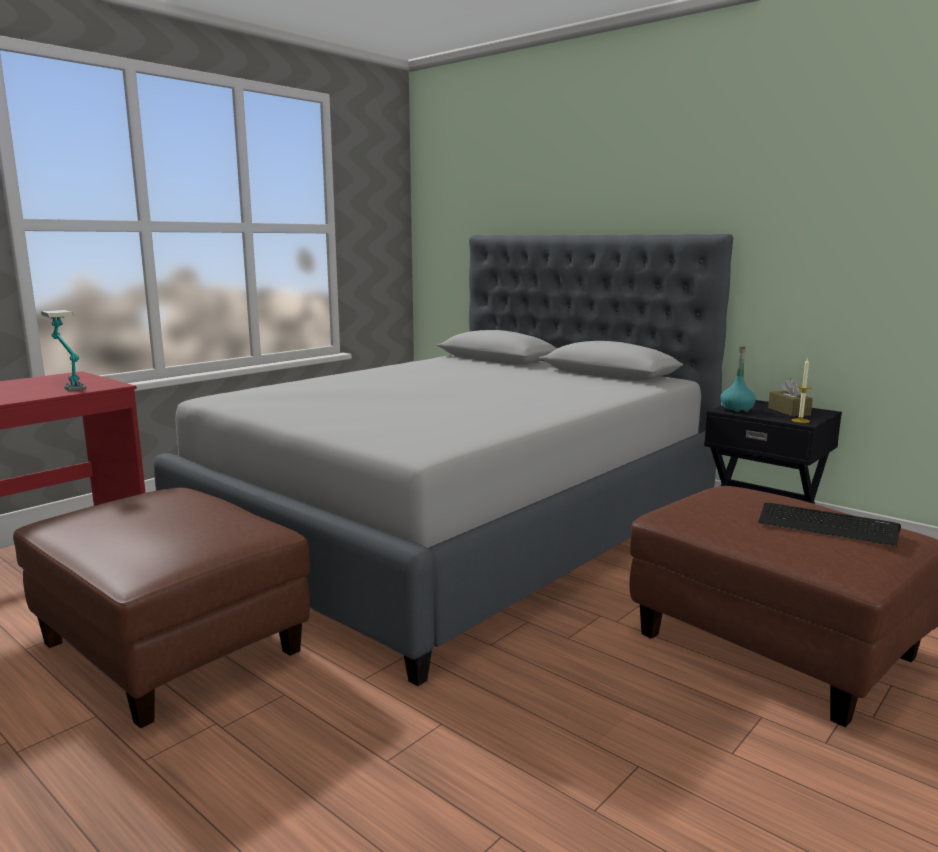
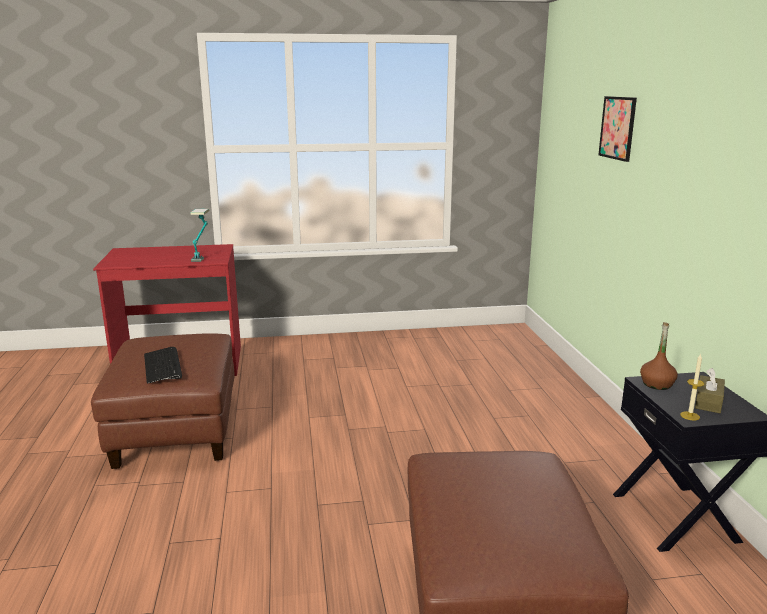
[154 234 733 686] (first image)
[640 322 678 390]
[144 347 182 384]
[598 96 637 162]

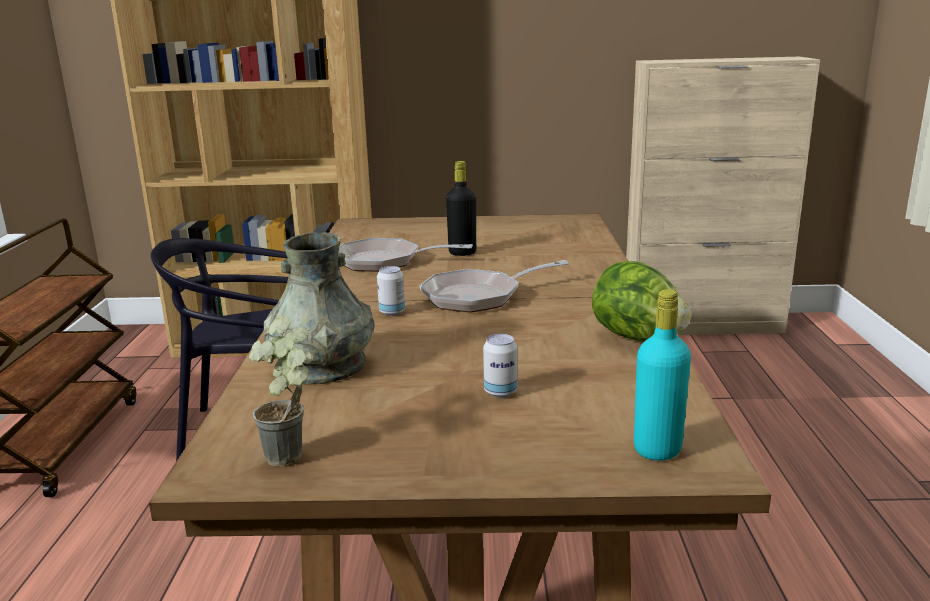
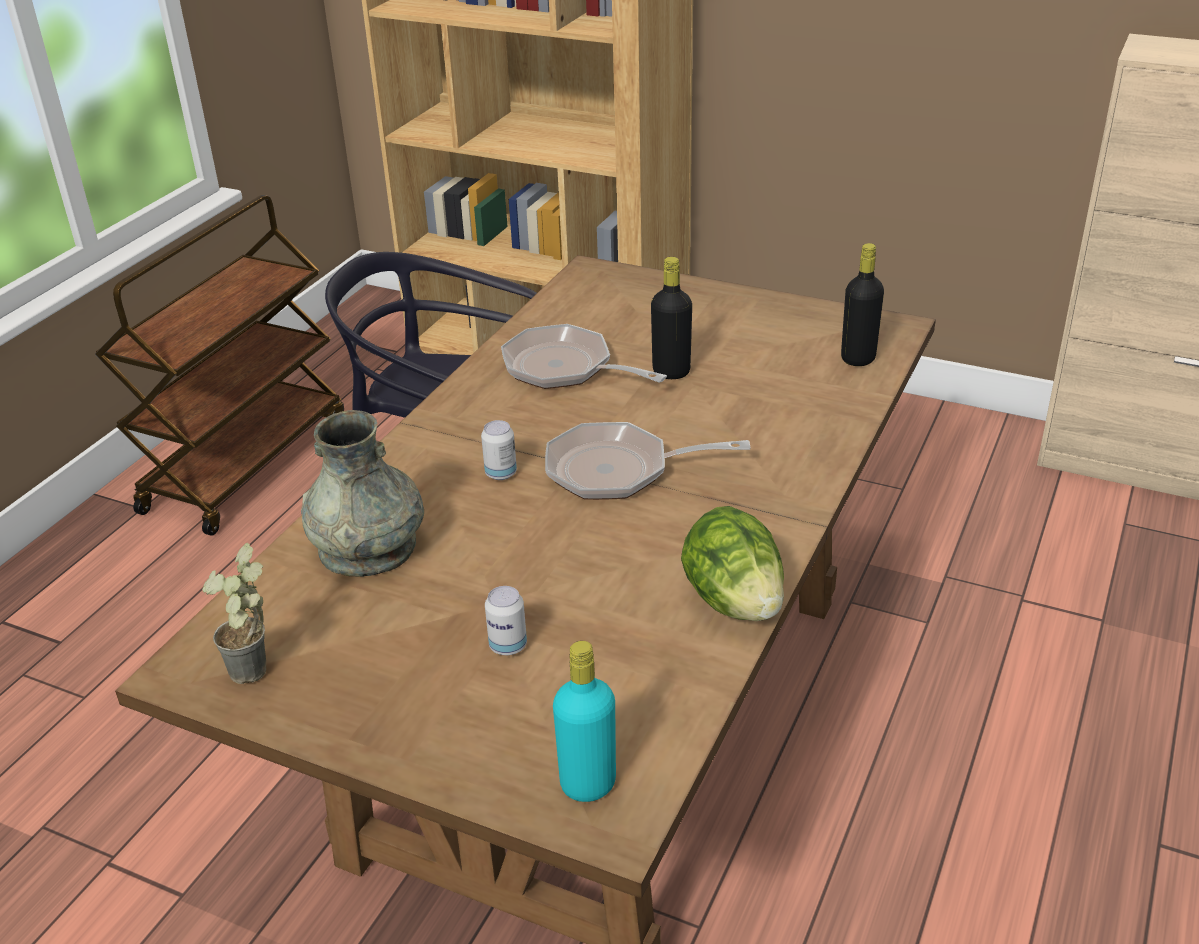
[841 243 884 366]

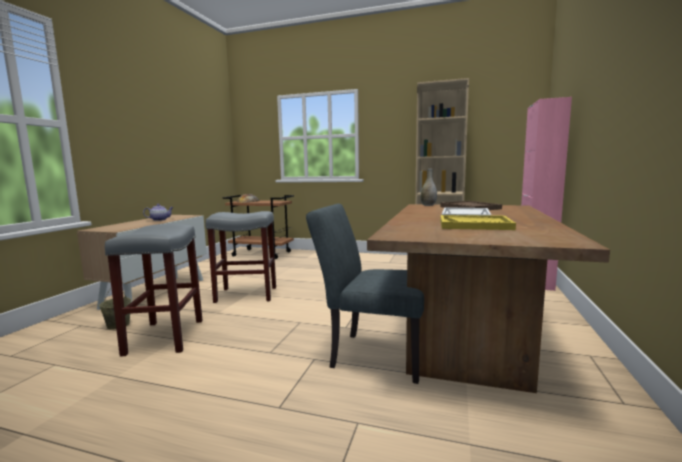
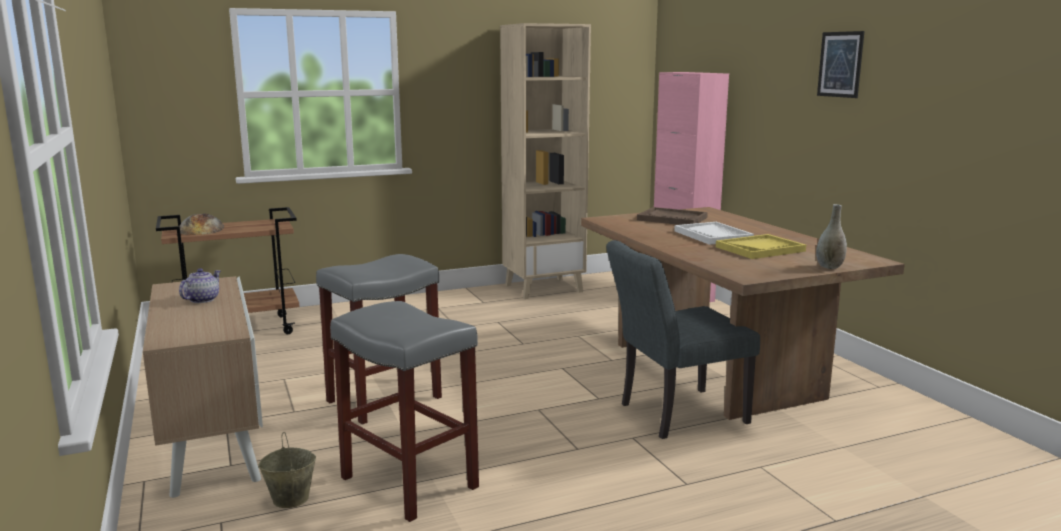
[816 204 847 269]
[817 31 864 98]

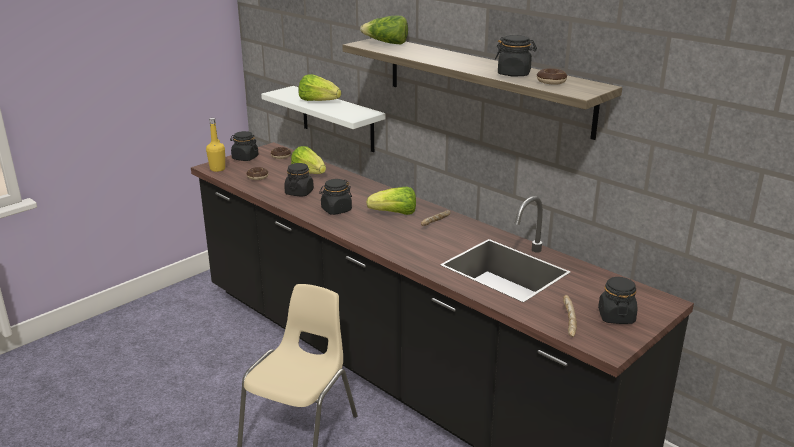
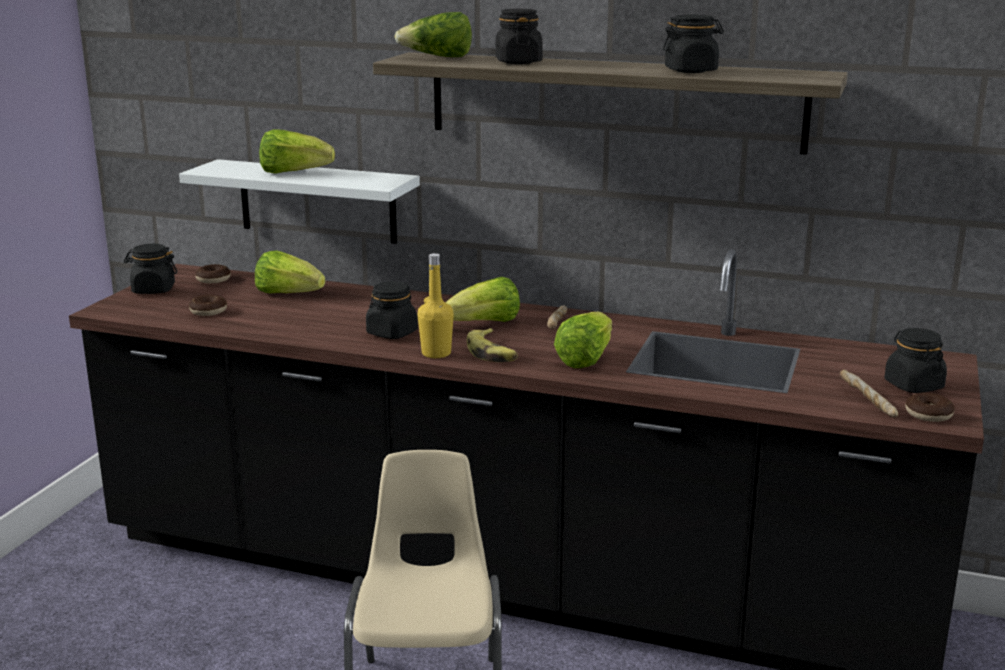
[905 393 955 422]
[418 253 454 358]
[496 9 543 64]
[554 312 612 368]
[467 328 518 362]

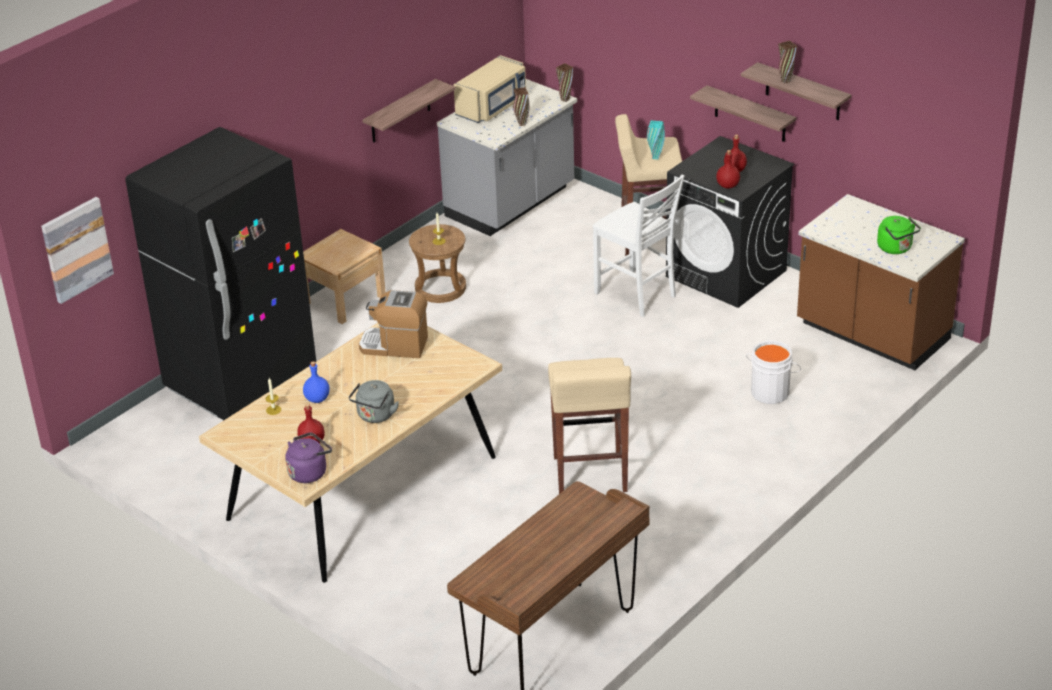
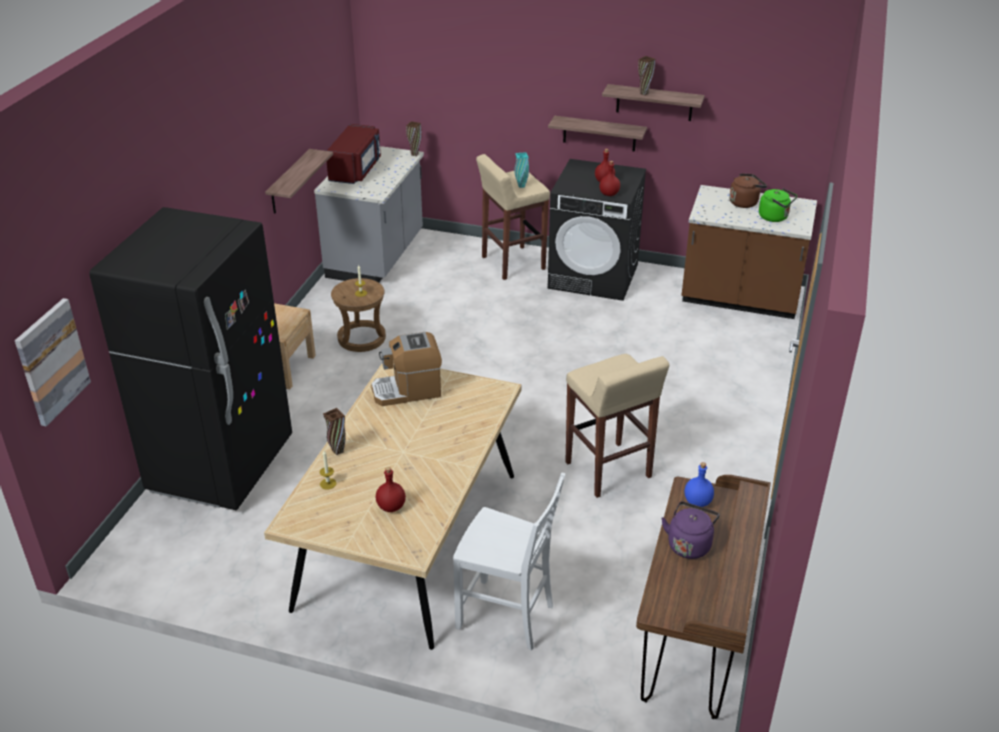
[327 124 381 184]
[323 408 346 455]
[453 472 565 650]
[746 341 801 404] (first image)
[685 462 714 507]
[349 380 399 423] (first image)
[661 501 720 559]
[729 173 767 208]

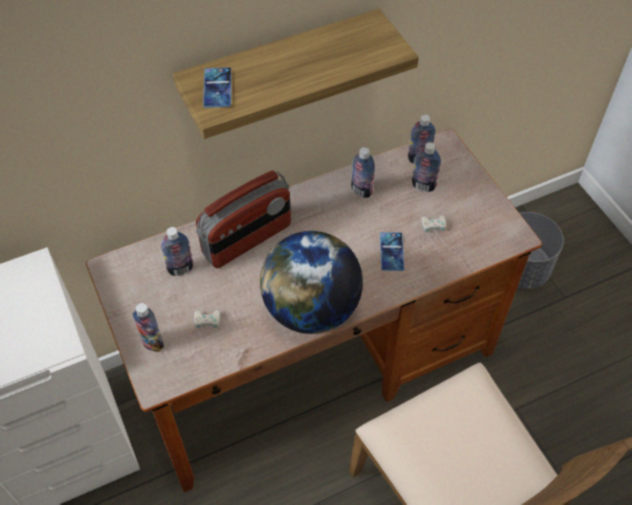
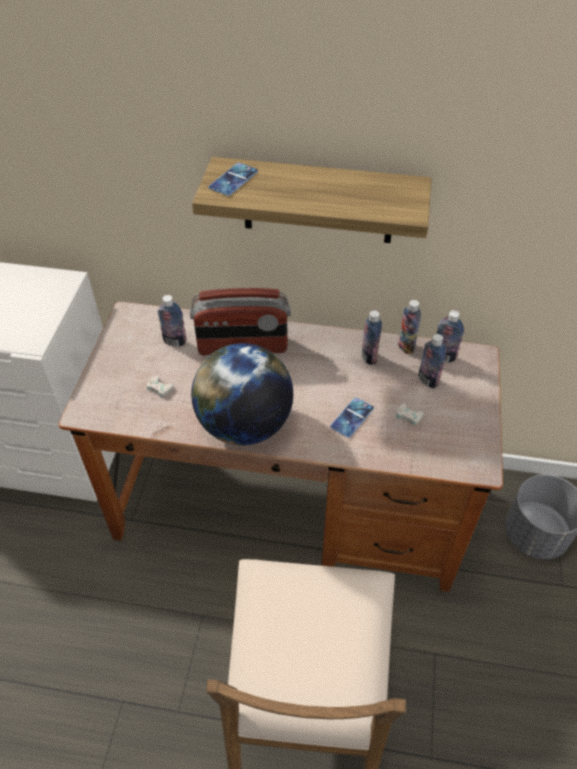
[398 300 421 354]

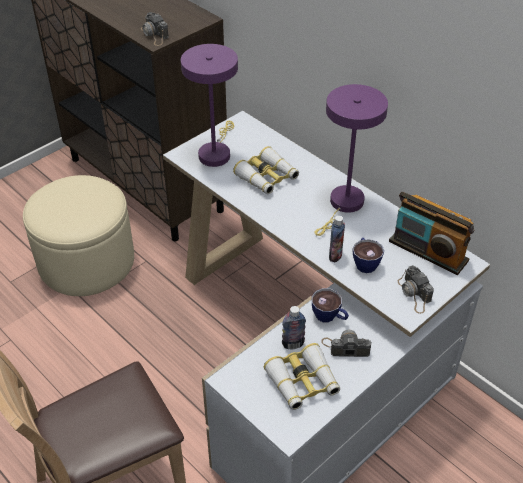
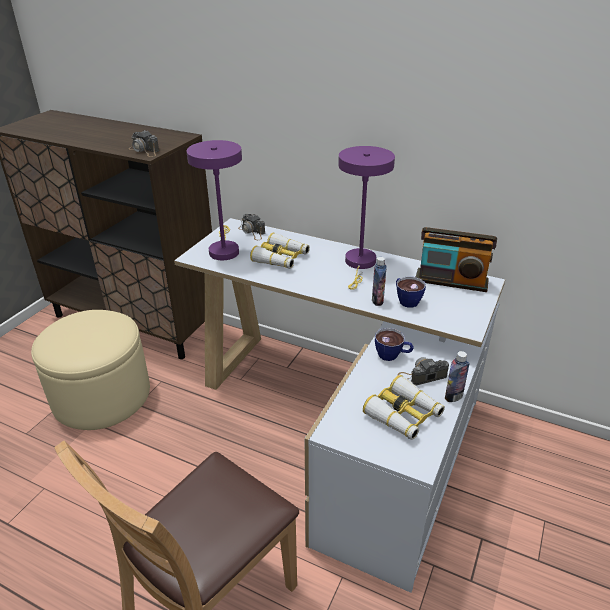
[238 214 265 240]
[445 351 470 402]

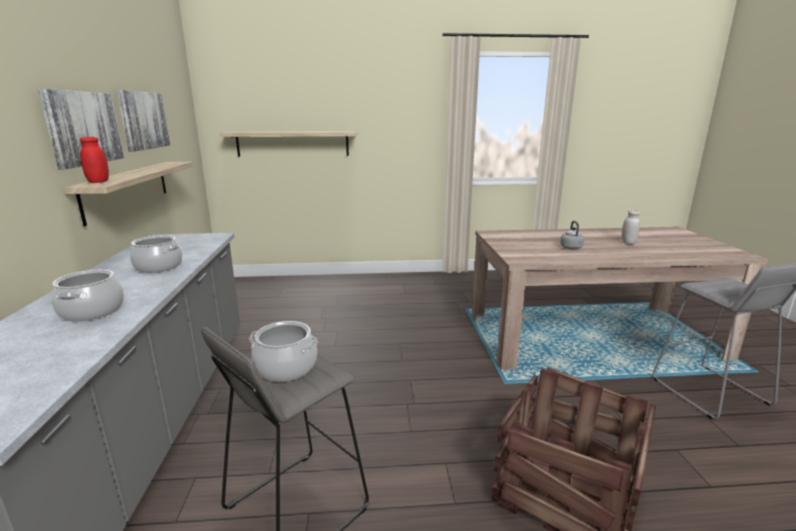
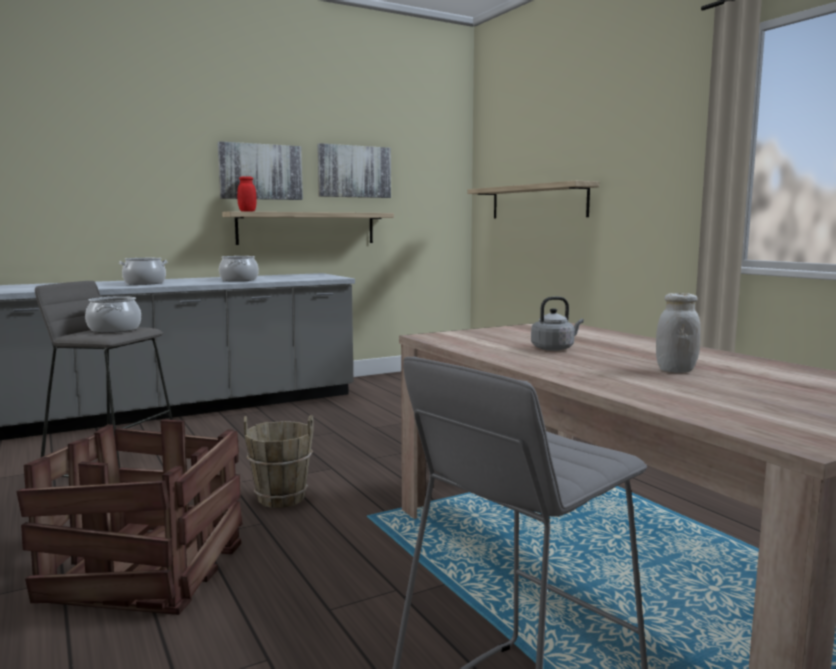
[244 415 314 508]

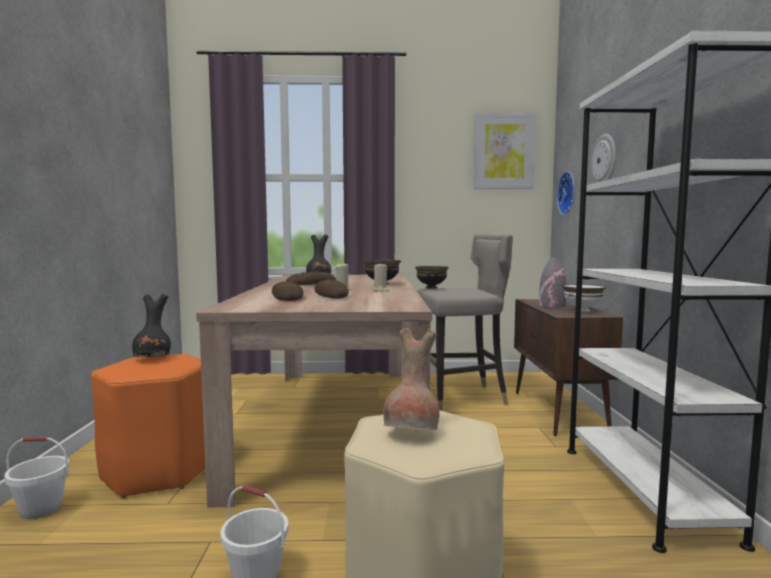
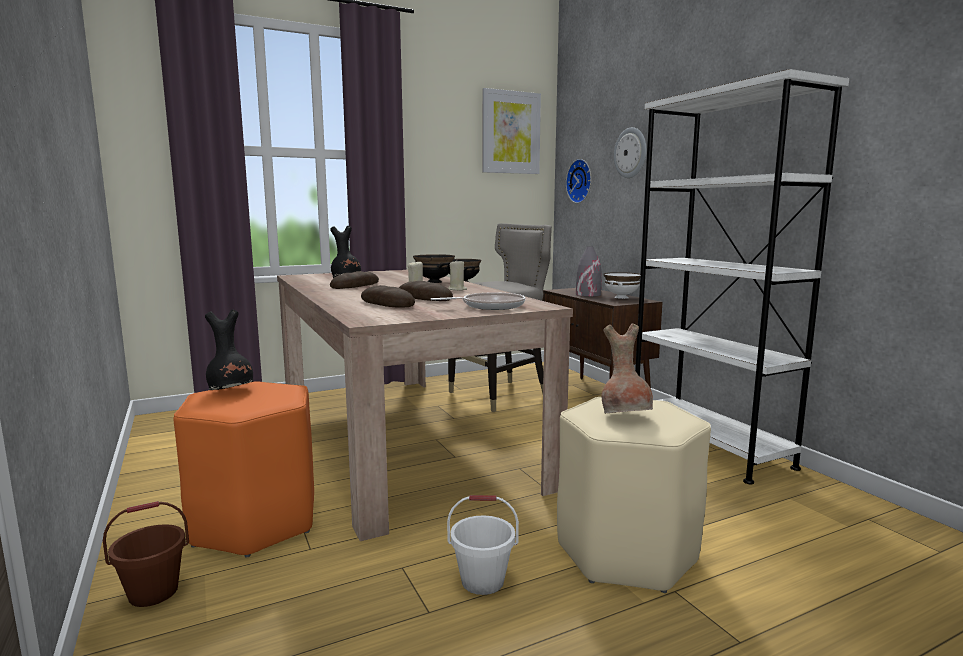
[103 501 189 607]
[431 293 526 310]

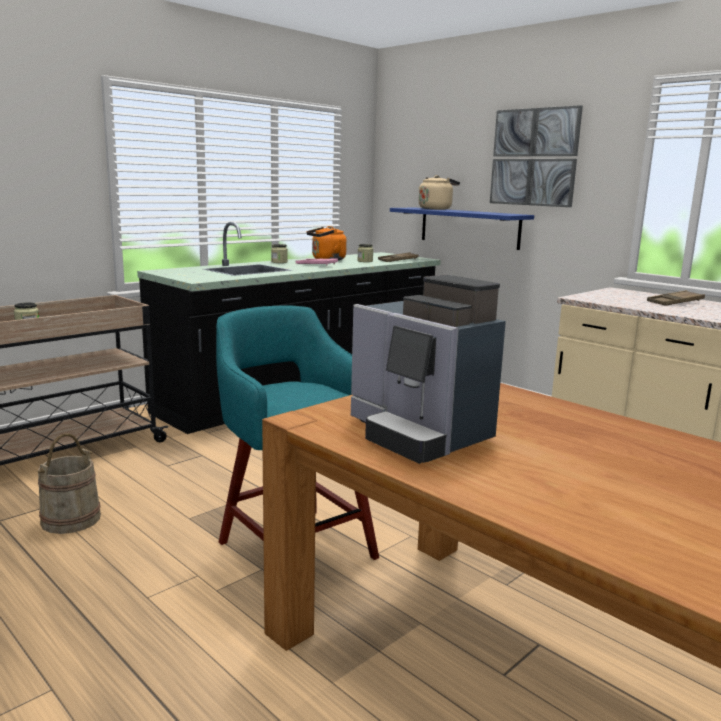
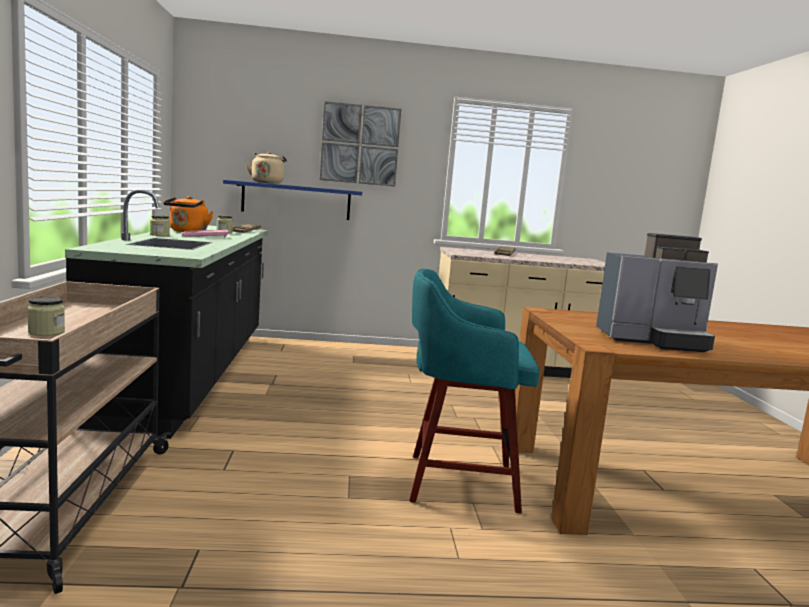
[38 433 101 534] (first image)

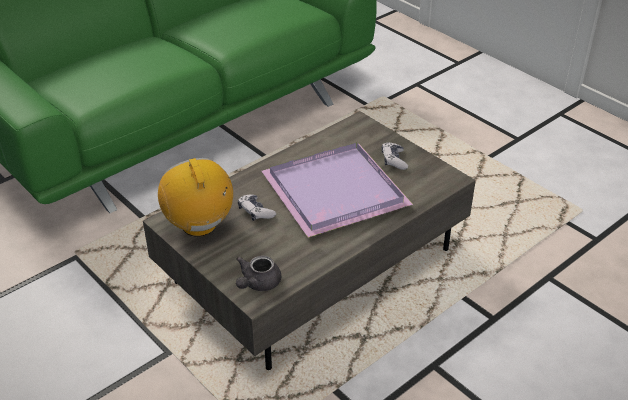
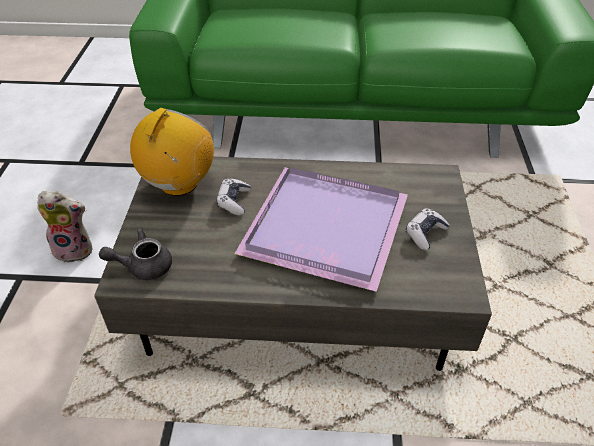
[37 191 93 263]

